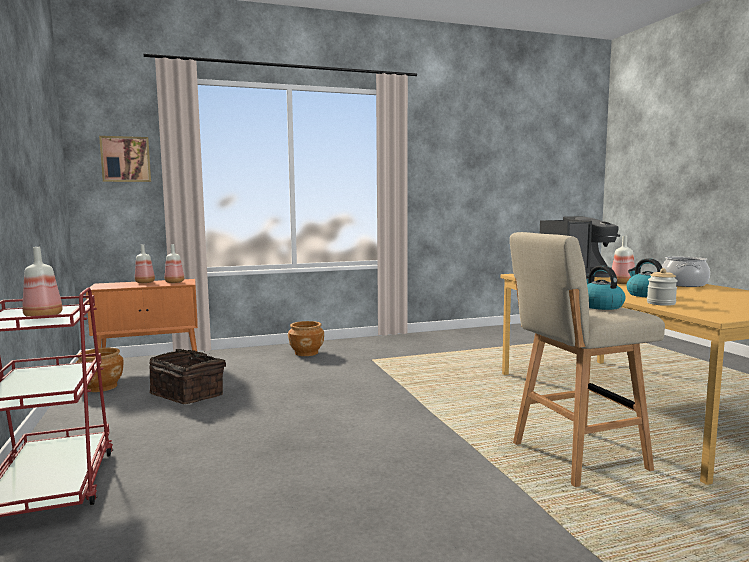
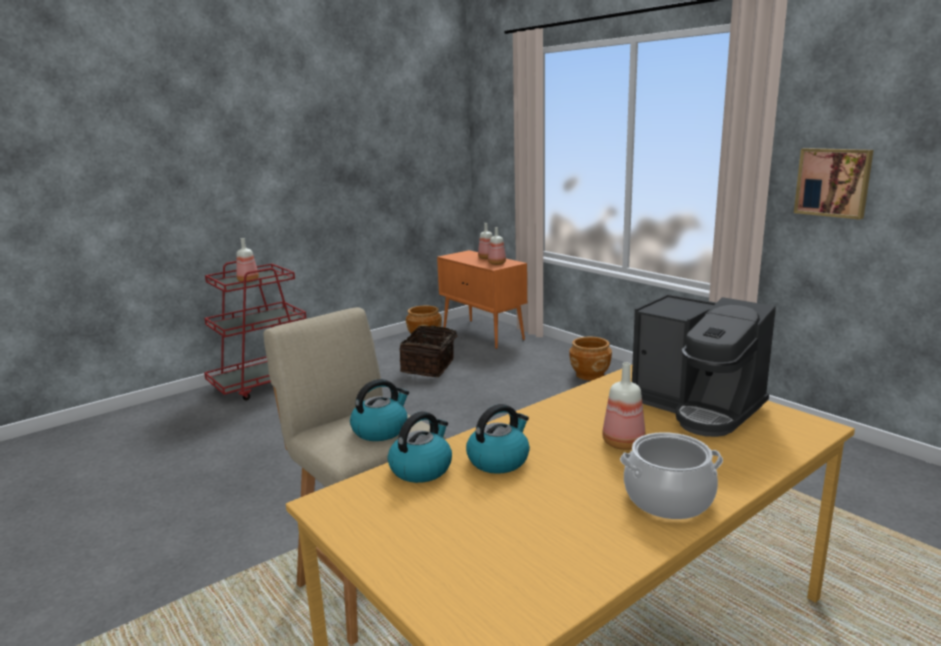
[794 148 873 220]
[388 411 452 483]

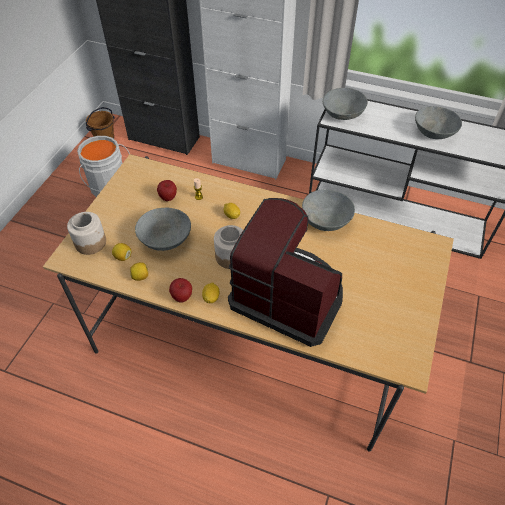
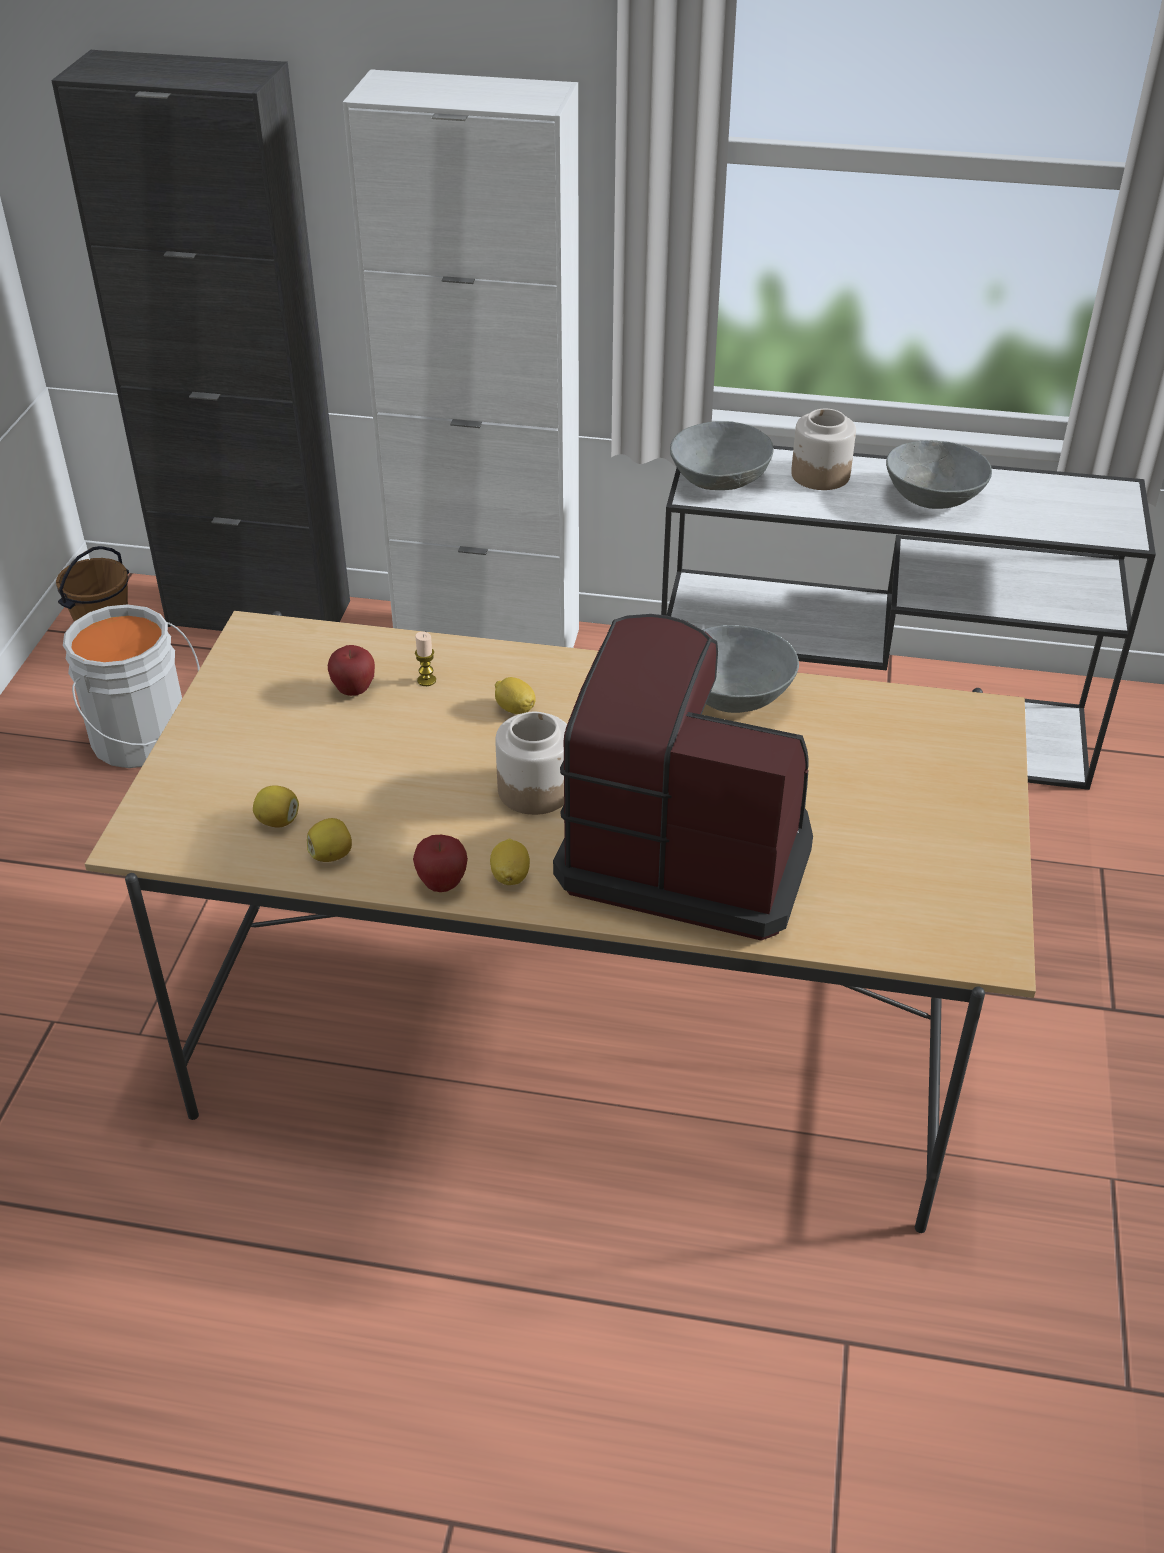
[135 208 191 251] (first image)
[791 409 856 490]

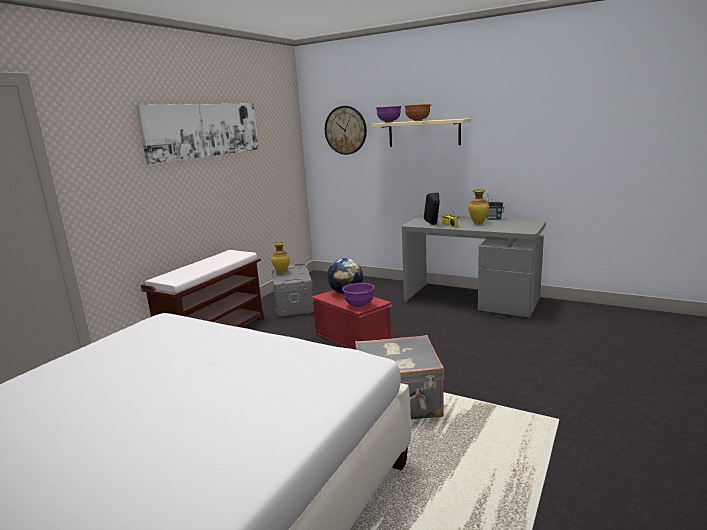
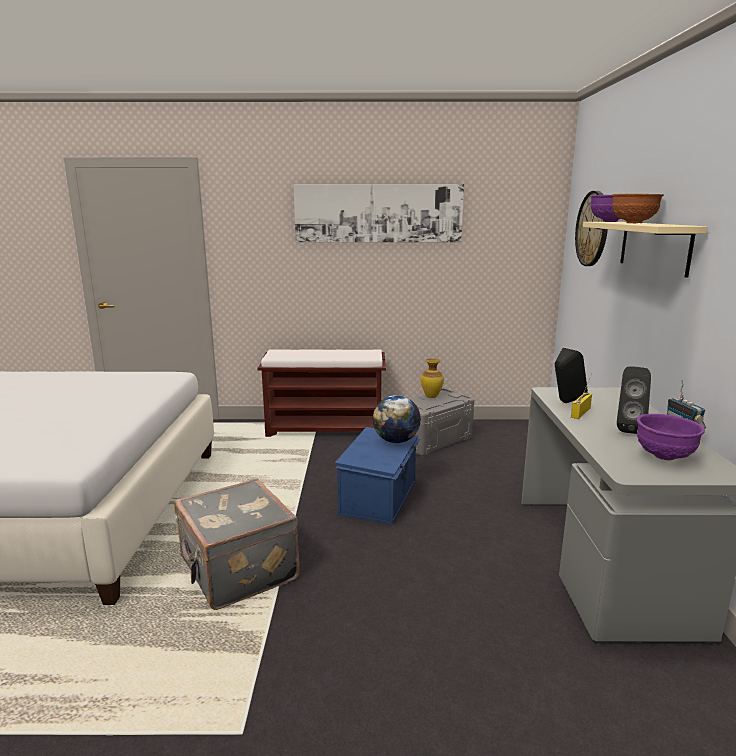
[617 367 651 434]
[637 414 705 460]
[335 427 420 525]

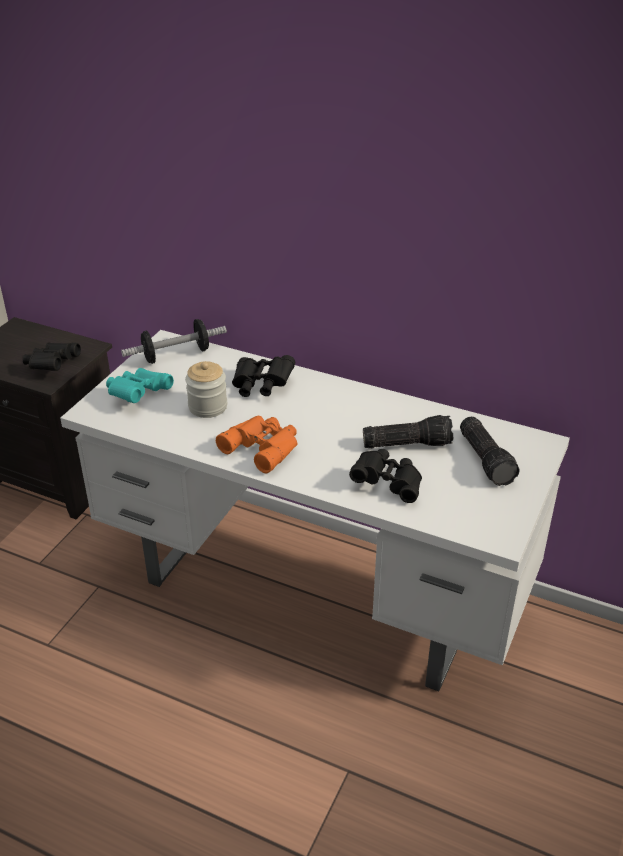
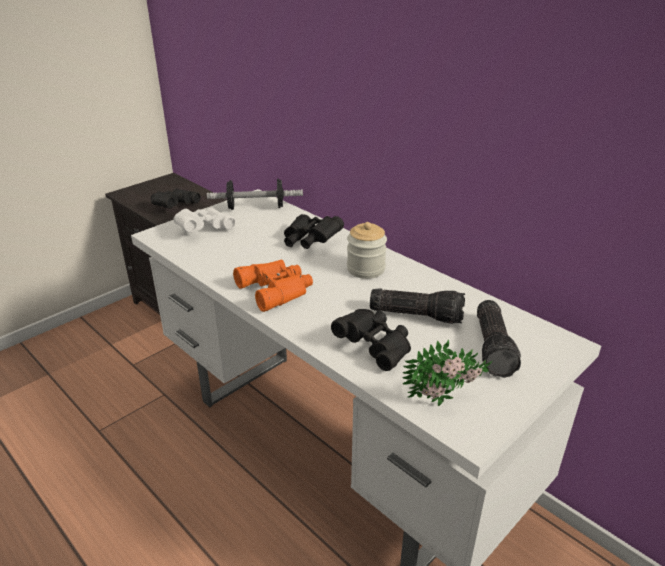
[347 222 387 279]
[174 208 236 233]
[402 340 492 406]

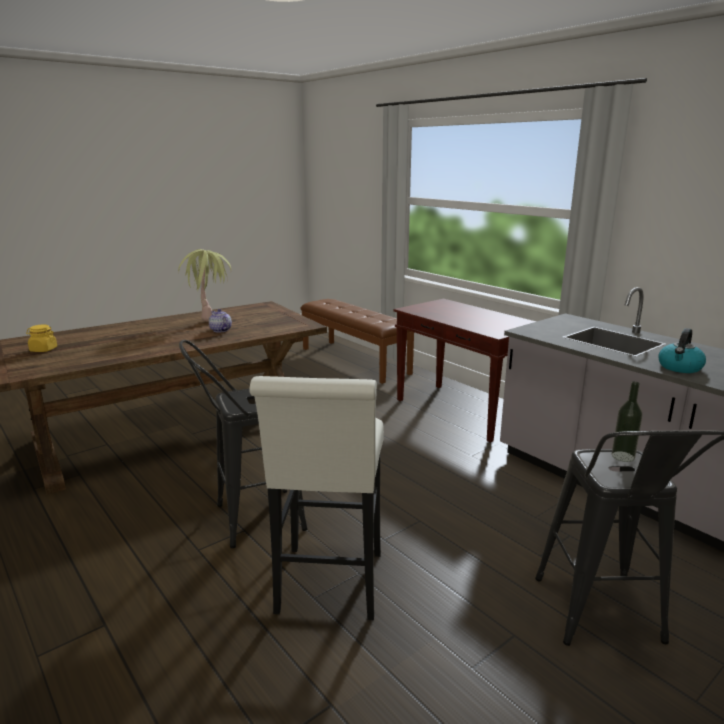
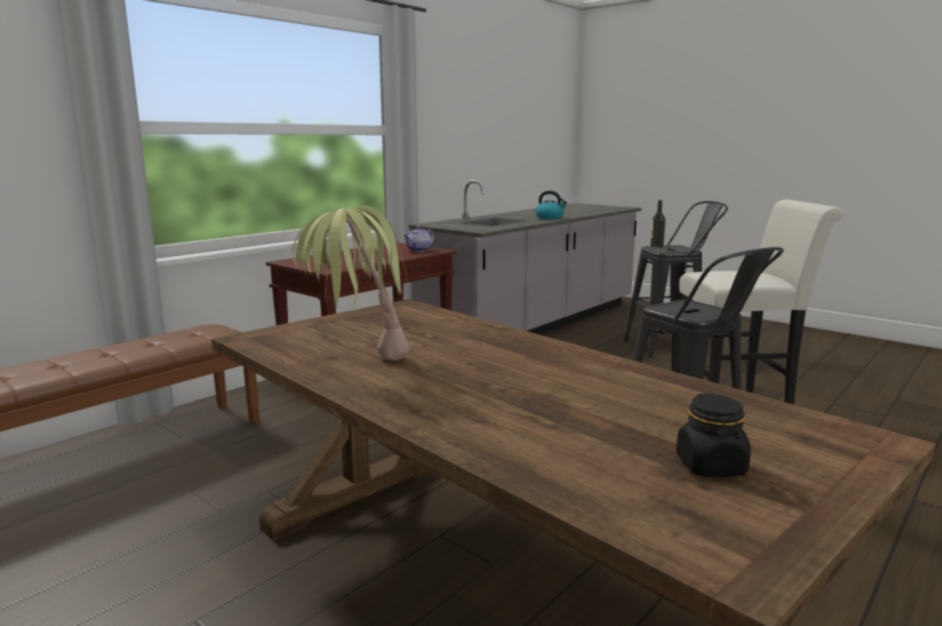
[403 226 434 252]
[676 394 751 477]

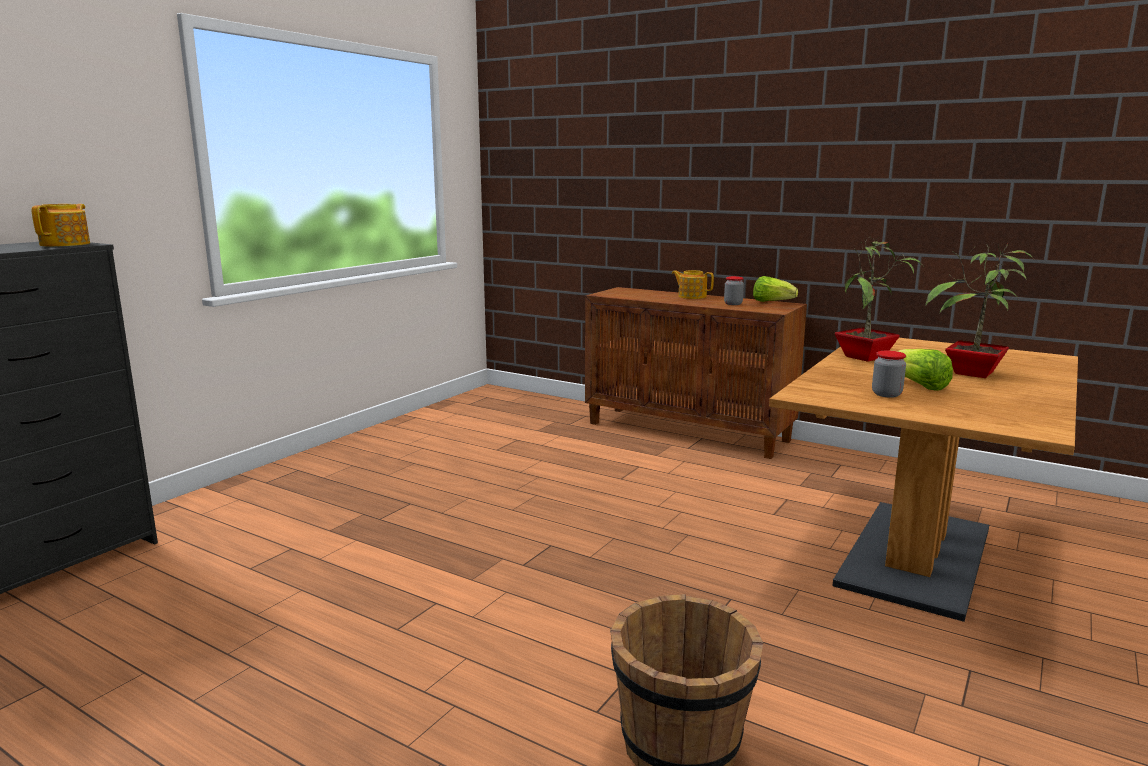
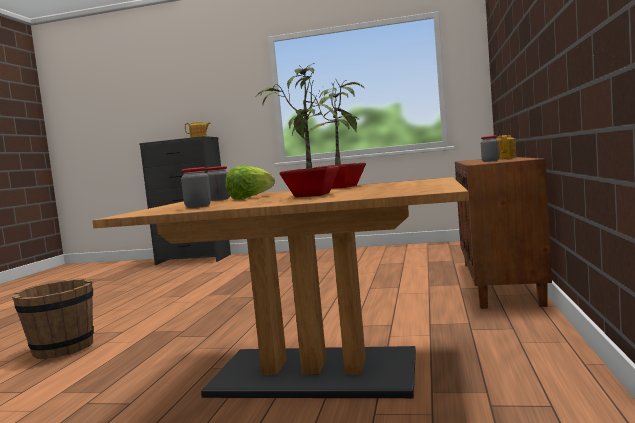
[753 276 798 302] (first image)
[181 167 211 208]

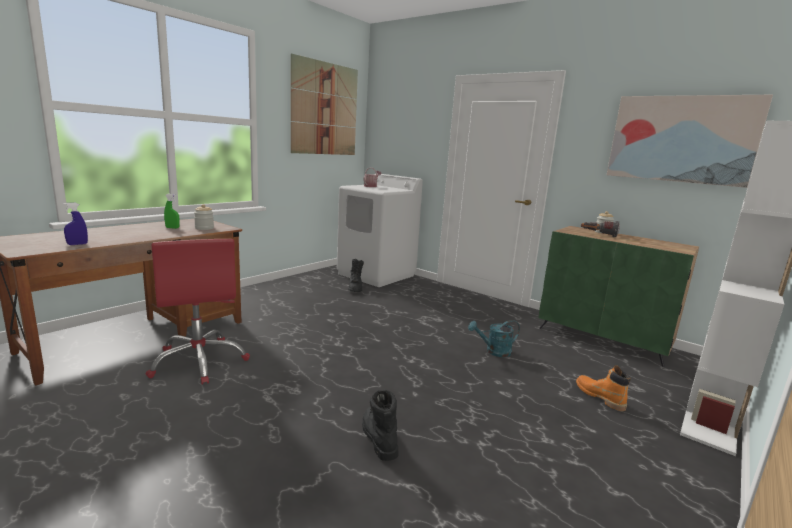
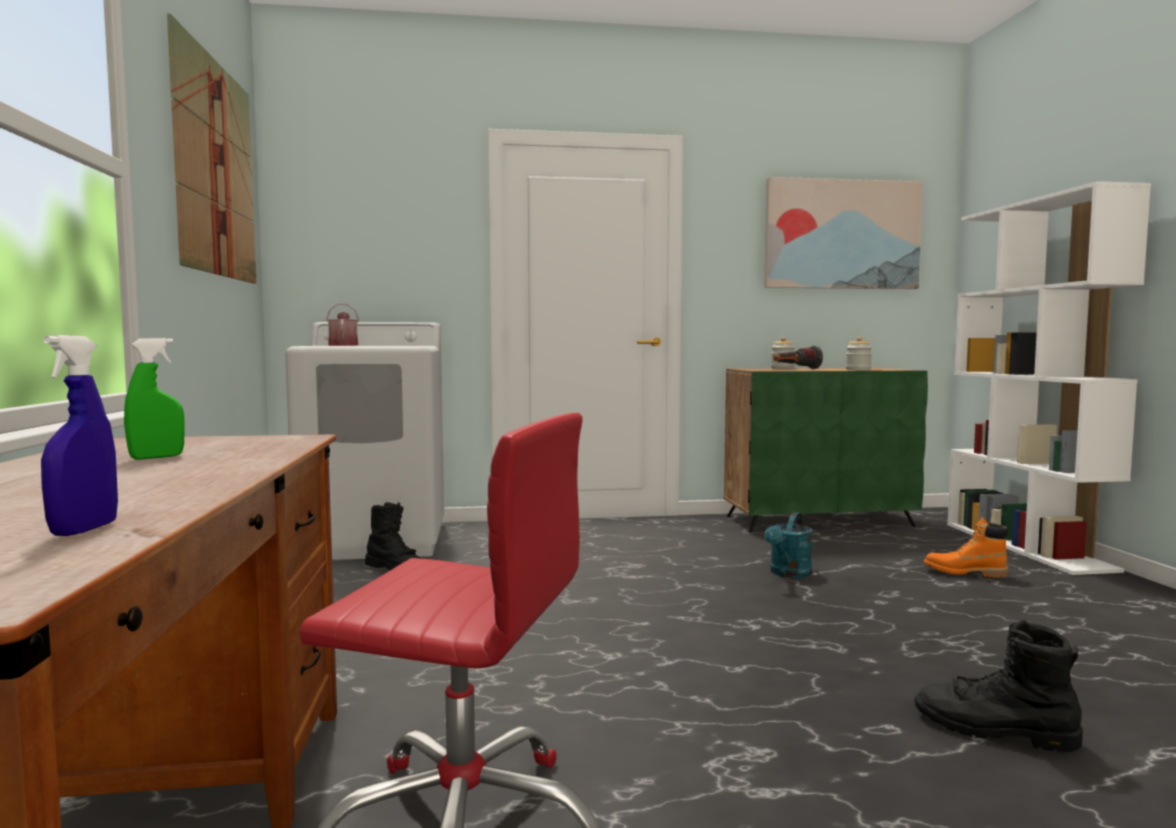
[846 337 872 370]

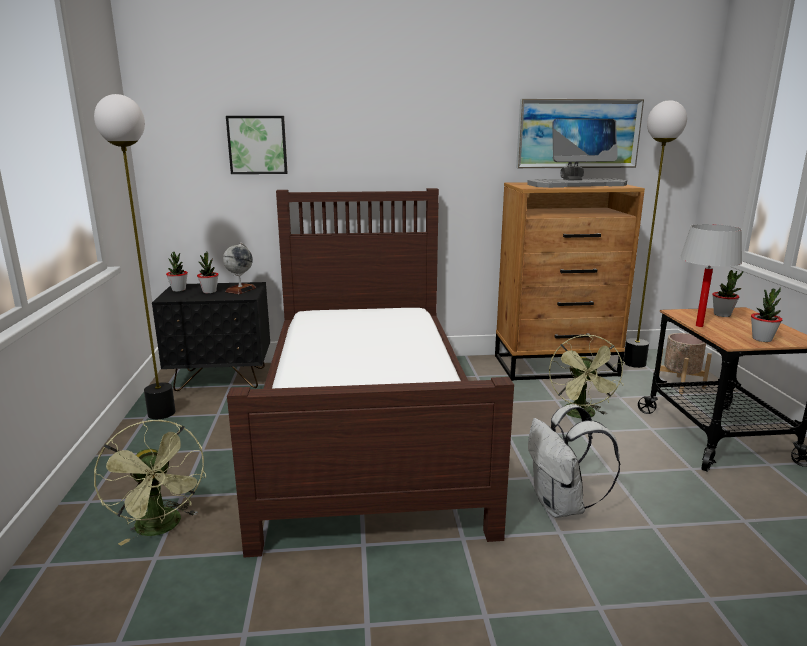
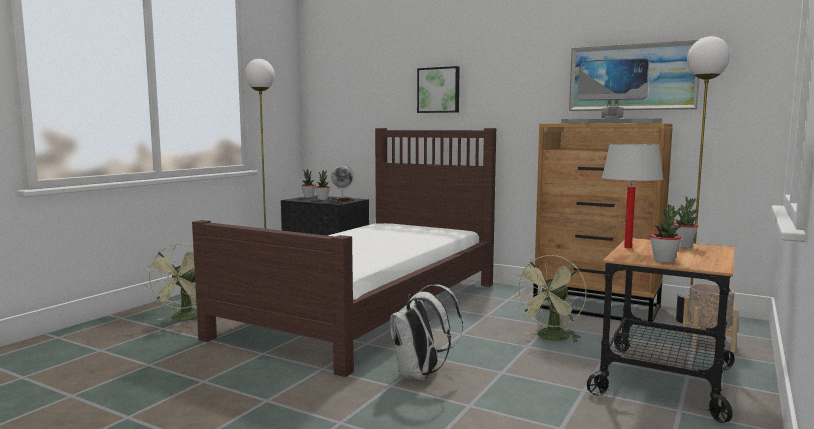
[417 66 460 113]

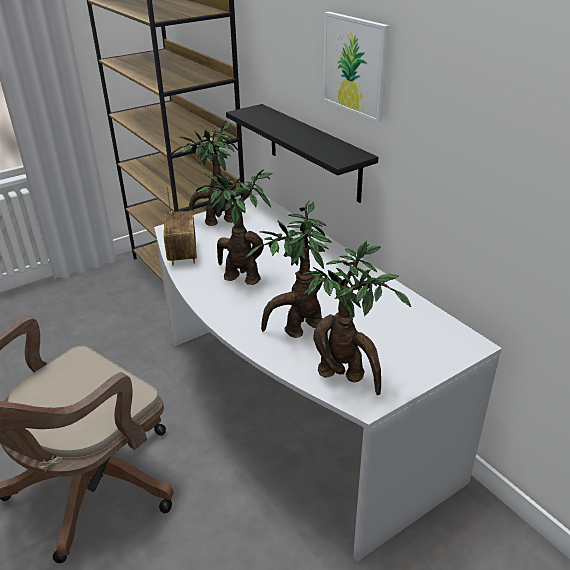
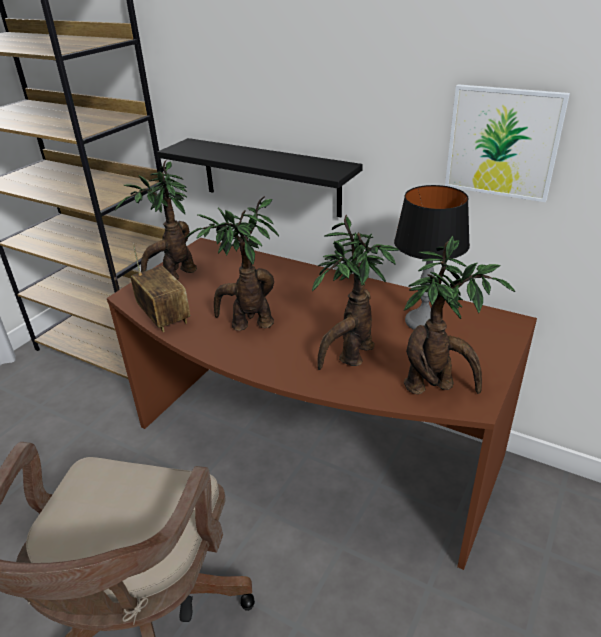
[445 84 570 202]
[107 238 537 570]
[394 185 470 330]

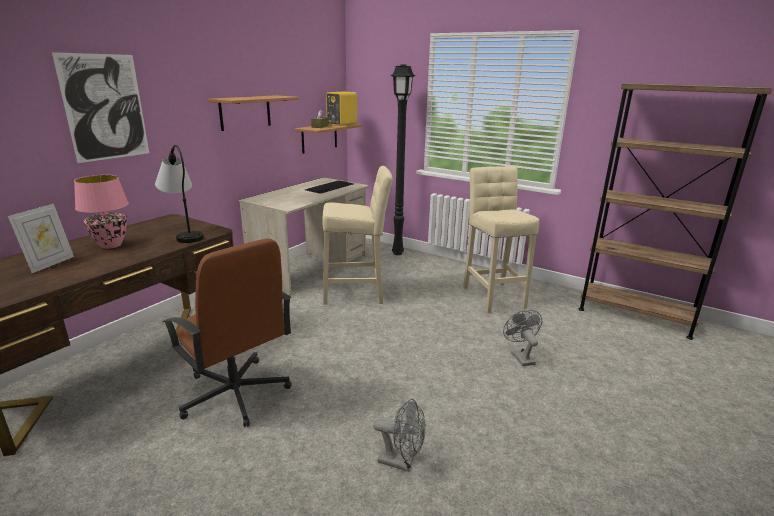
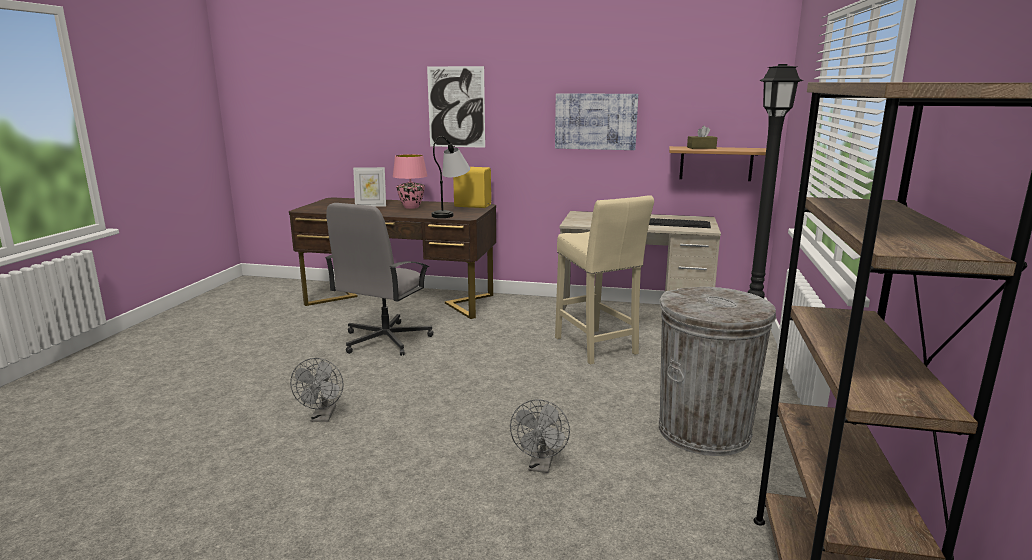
[453 167 491 208]
[555 93 638 150]
[659 287 776 456]
[325 203 433 356]
[510 399 570 473]

